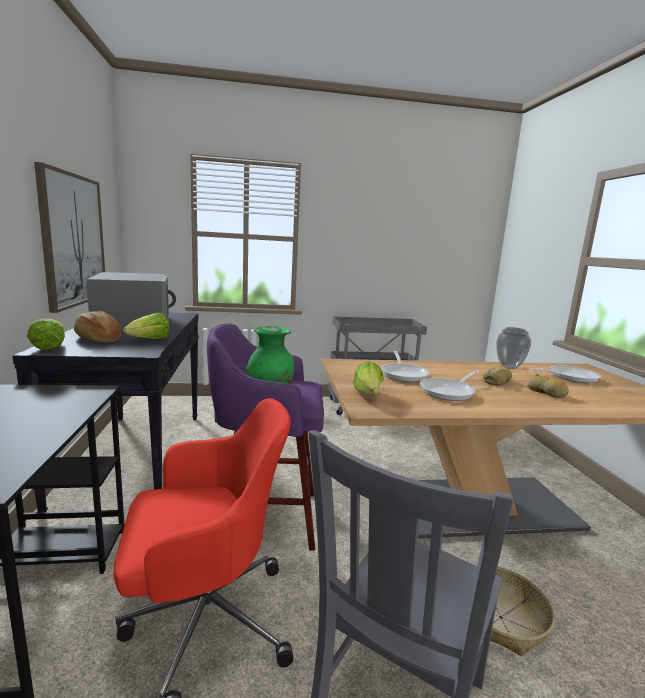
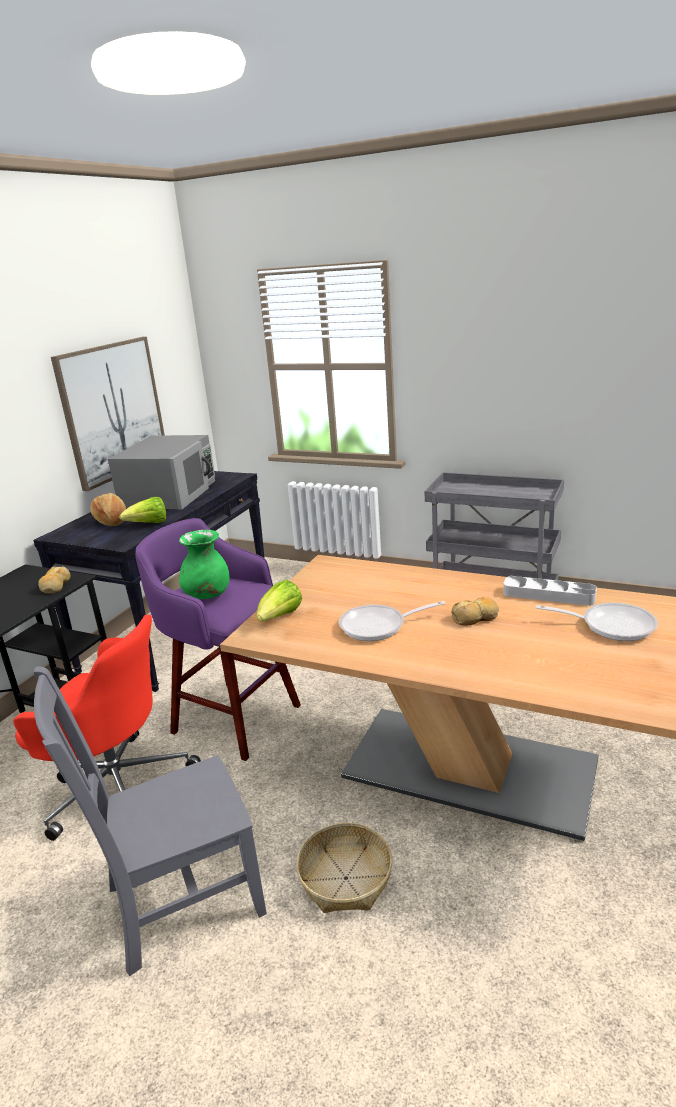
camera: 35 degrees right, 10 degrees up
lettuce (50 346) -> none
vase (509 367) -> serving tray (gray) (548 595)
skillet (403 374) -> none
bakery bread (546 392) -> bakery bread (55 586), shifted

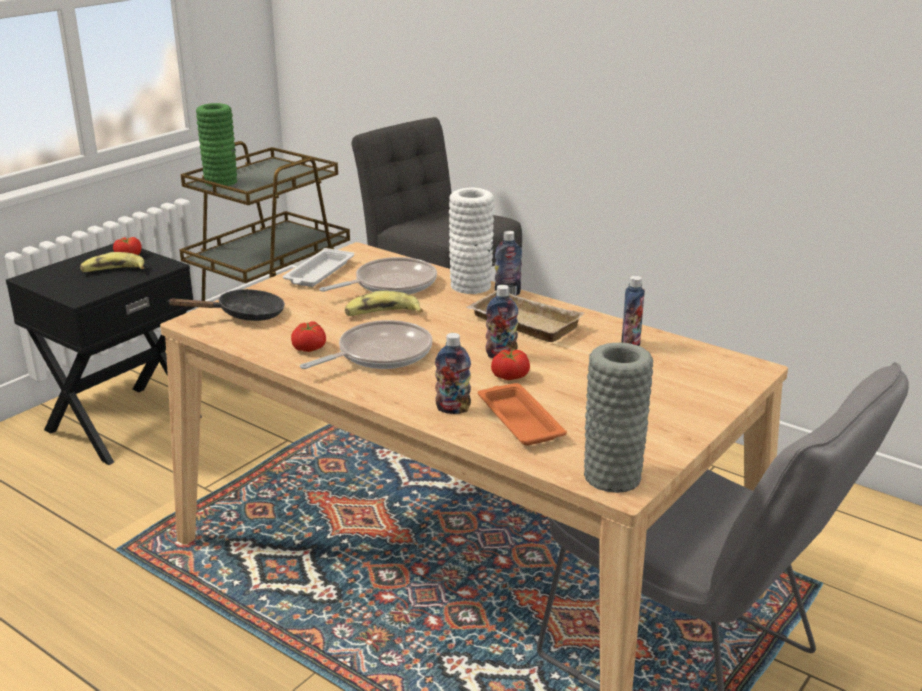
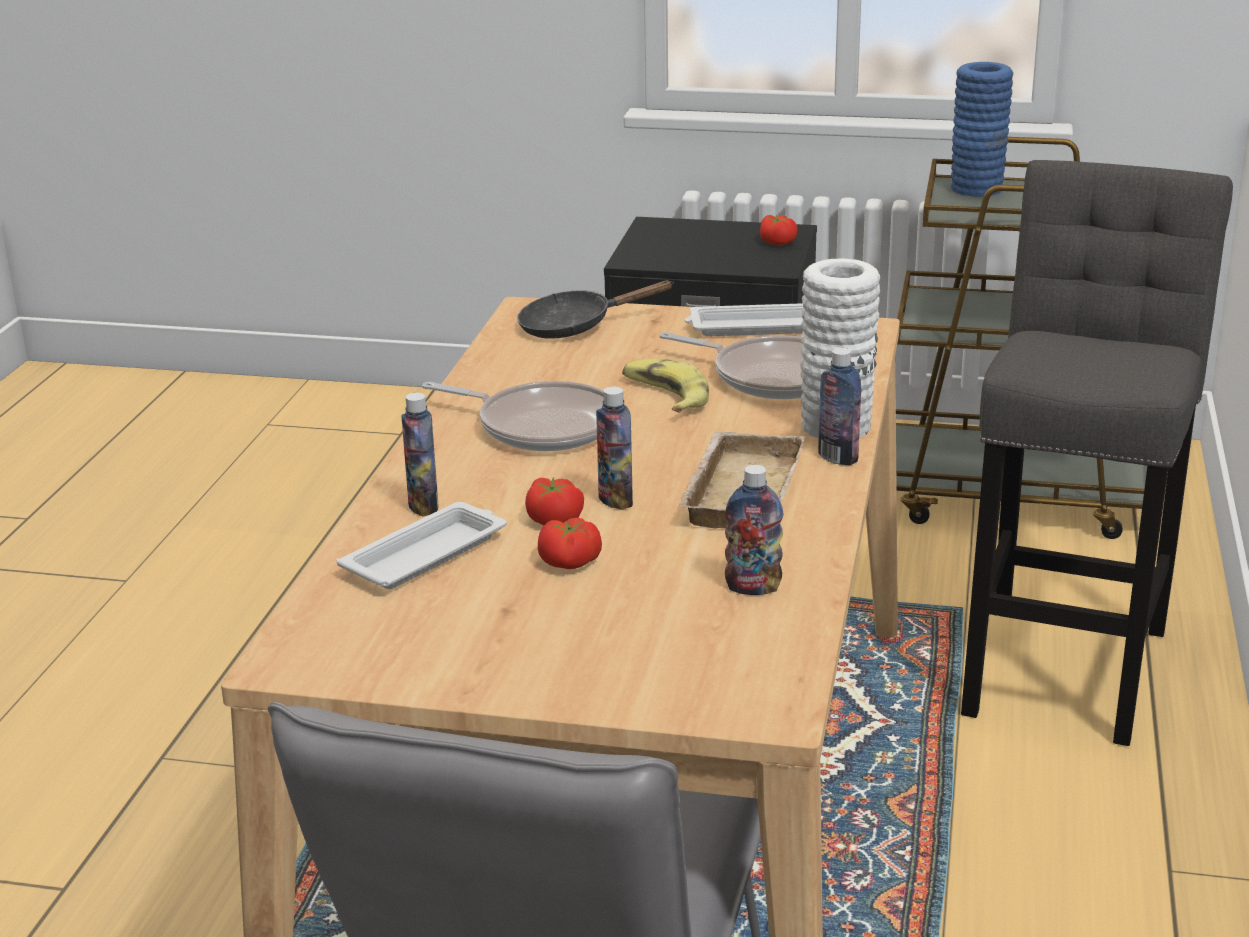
camera: 65 degrees right, 0 degrees up
vase (green-coloured) (221 182) -> vase (blue-coloured) (976 189)
banana fruit (113 271) -> none
skillet (black) (244 315) -> skillet (black) (575 326), 120 degrees clockwise
fresh tomato (310 348) -> fresh tomato (570 563), shifted
vase (gray) (612 476) -> none
serving tray (orange-coloured) (519 419) -> serving tray (white) (427 554)

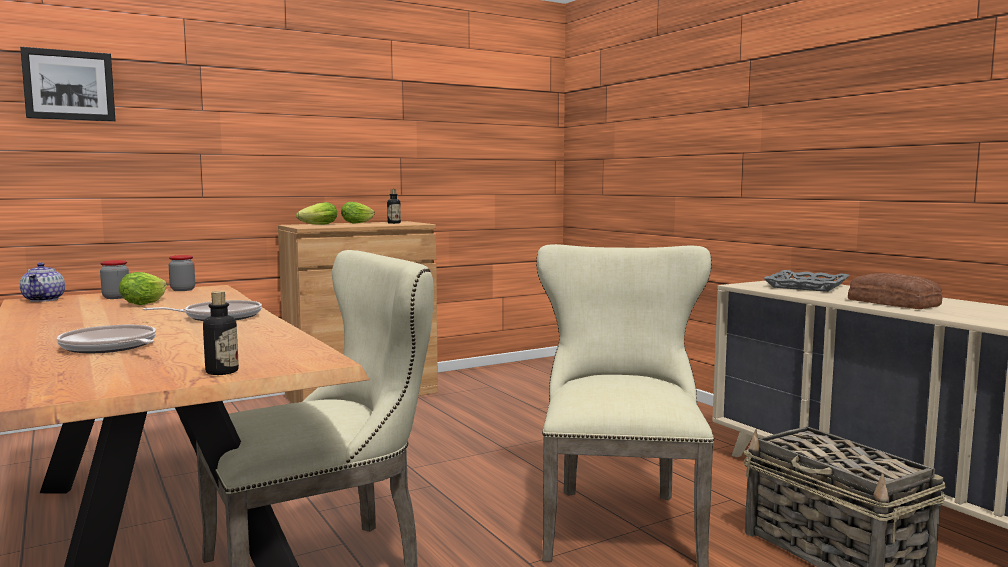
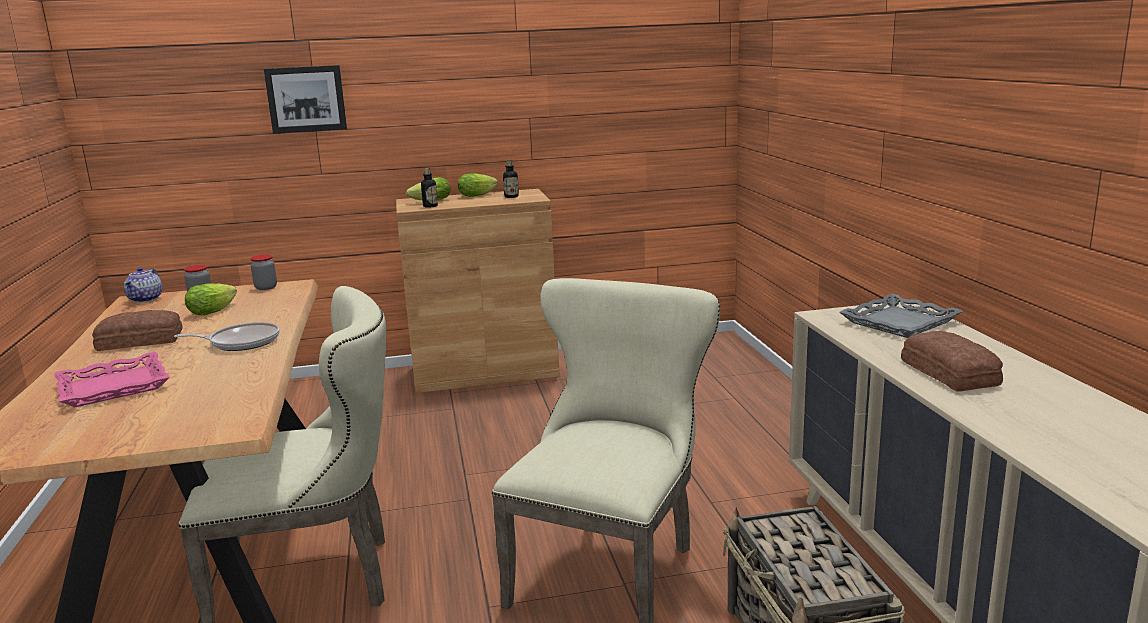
camera: 20 degrees right, 10 degrees up
wall art (69 85) -> wall art (306 99), shifted
beverage bottle (222 372) -> beverage bottle (430 206), shifted
skillet (110 347) -> serving tray (pink) (113 387)
none -> bakery bread (141 341)

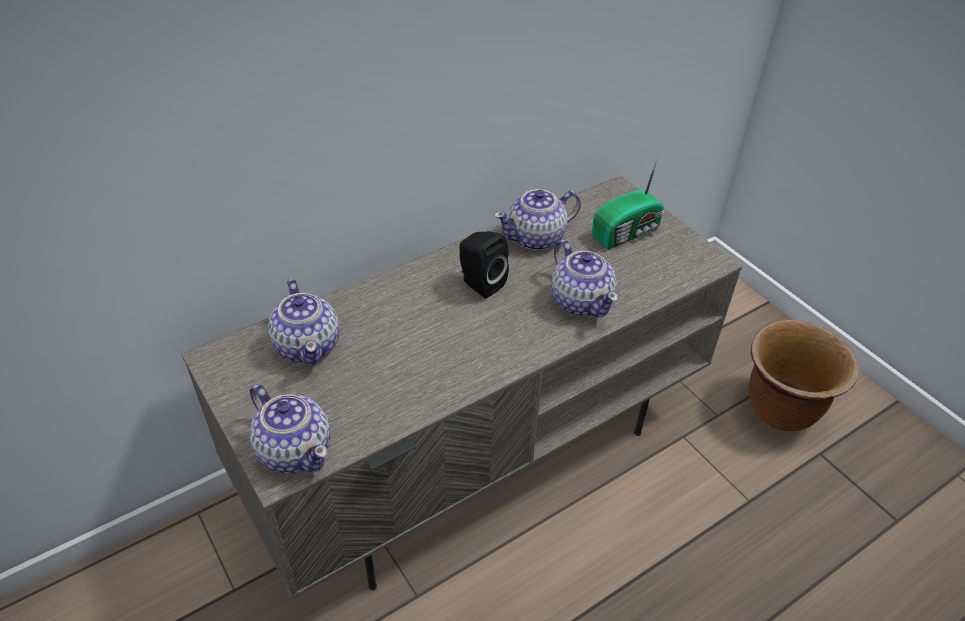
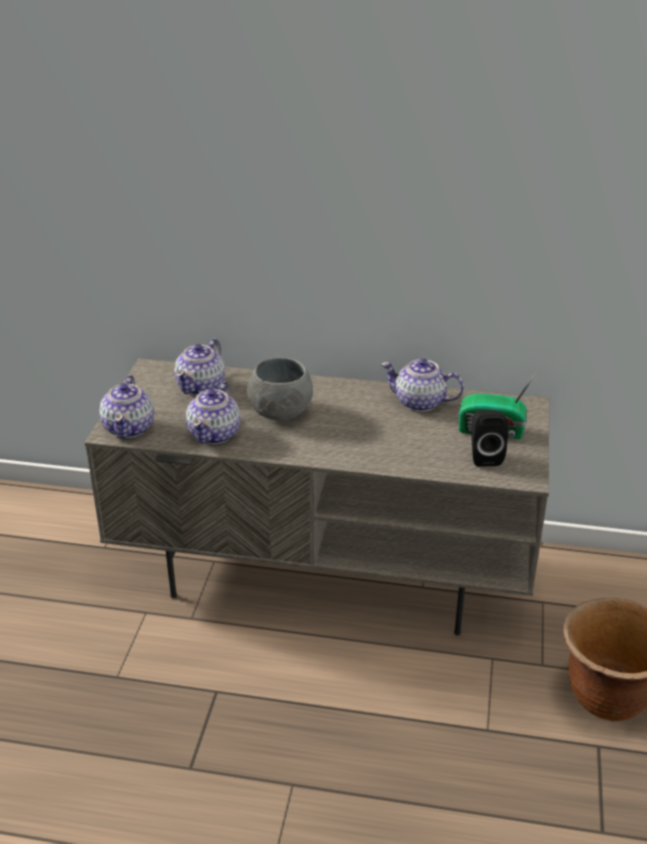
camera: 45 degrees right, 10 degrees down
audio speaker (black) (480 283) -> audio speaker (black) (484 456), shifted
teapot (581 301) -> teapot (215 434), shifted
none -> deep dish (gray) (280 412)

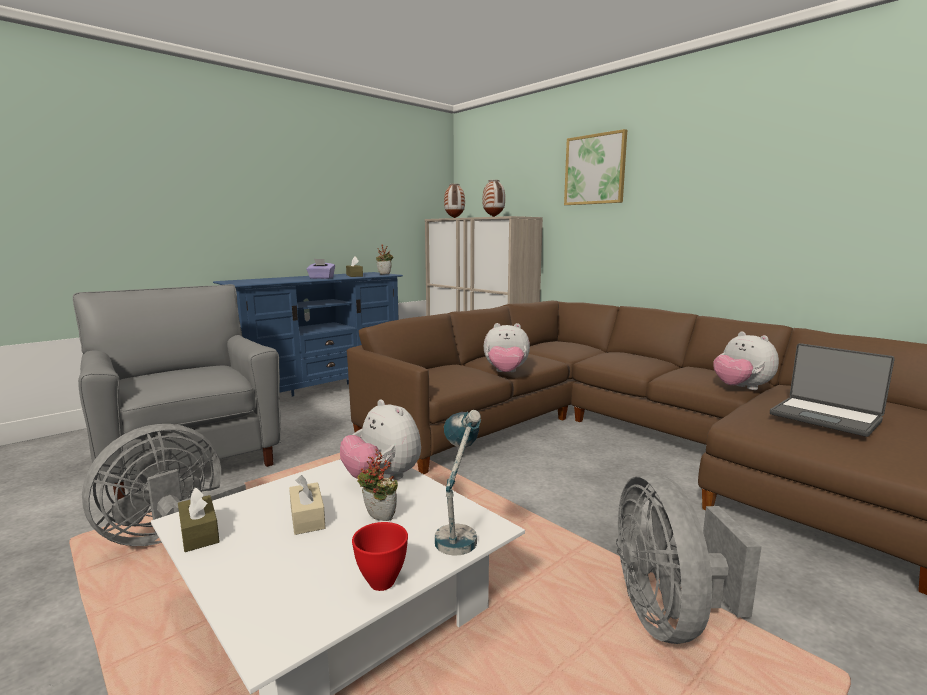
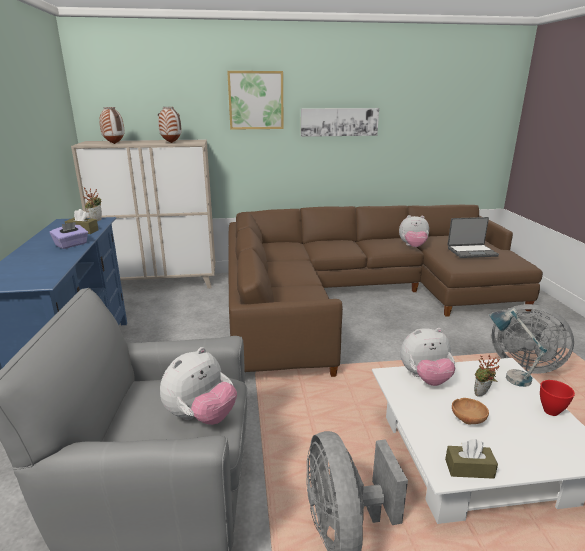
camera: 55 degrees left, 10 degrees up
cuddly toy (506 373) -> cuddly toy (201 417), shifted
tissue holder (beige) (307 518) -> deep dish (brown-coloured) (468 419)
none -> wall art (339 122)

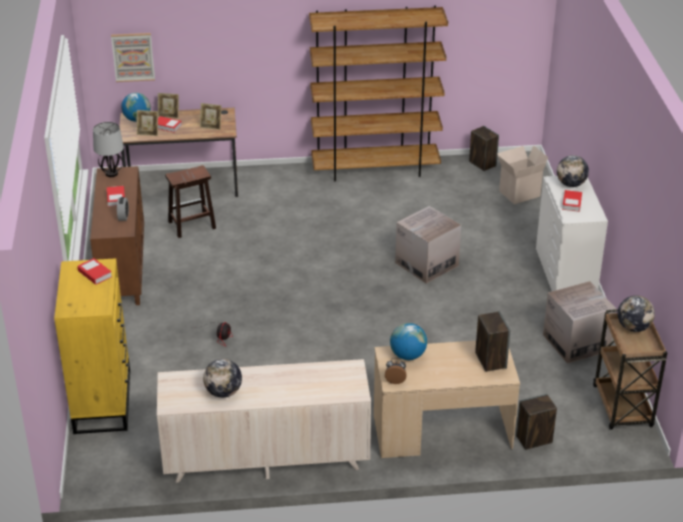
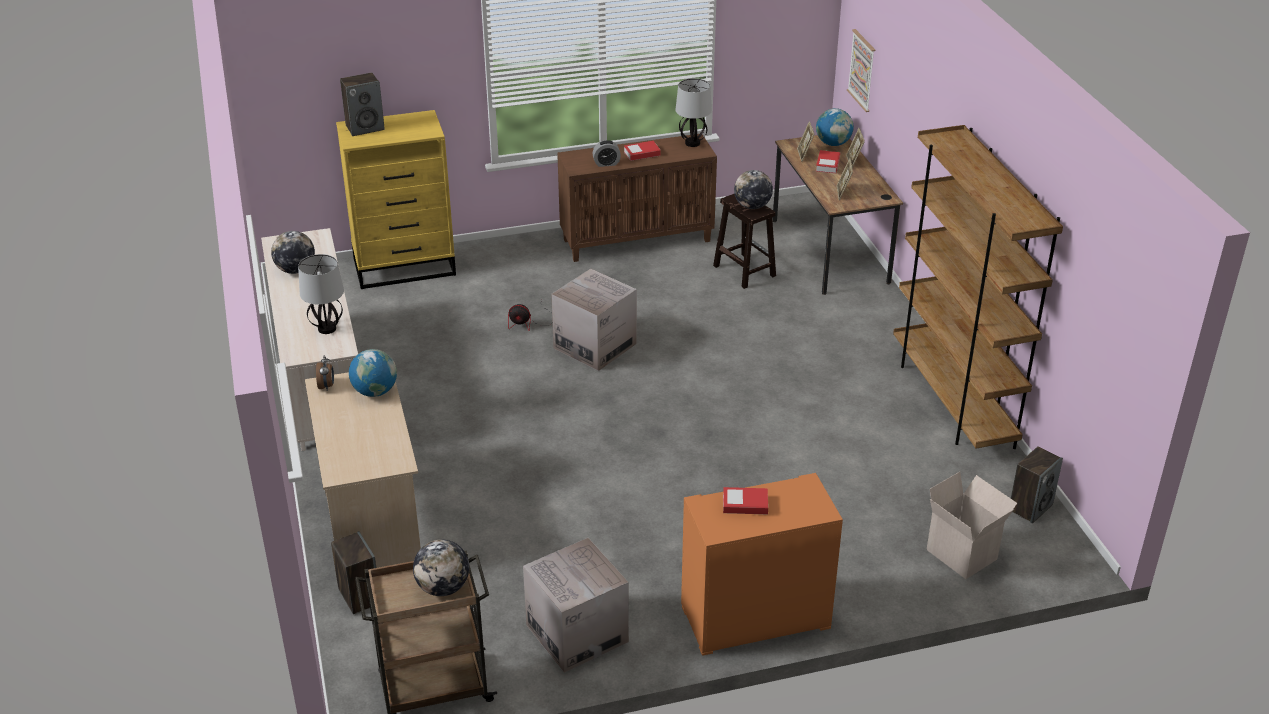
camera: 80 degrees right, 0 degrees up
desk globe (571 184) -> desk globe (752 206), shifted
chest of drawers (white) (566 272) -> chest of drawers (orange-coloured) (755 618)
packing box (426 264) -> packing box (595 346), shifted
bound book (95 274) -> none
audio speaker (490 360) -> audio speaker (365 127), shifted
none -> lamp for a table (327 329)

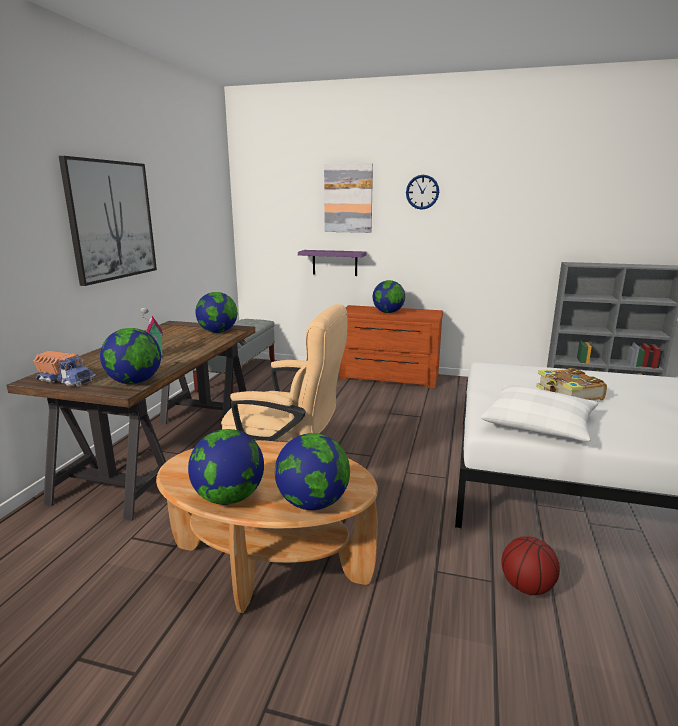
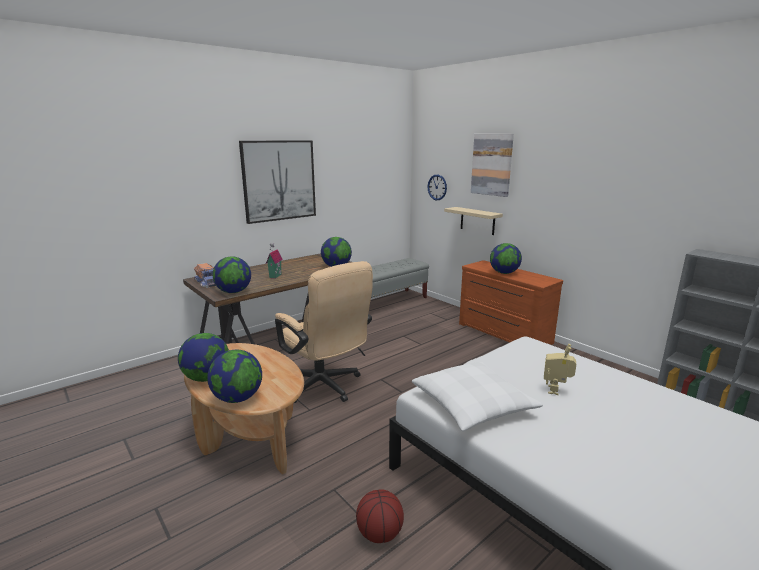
camera: 35 degrees right, 0 degrees up
hanging clock (422 192) -> hanging clock (437 187), shifted
shelf (purplish) (334 262) -> shelf (beige) (477 221)
bound book (569 394) -> robot figure (556 390)

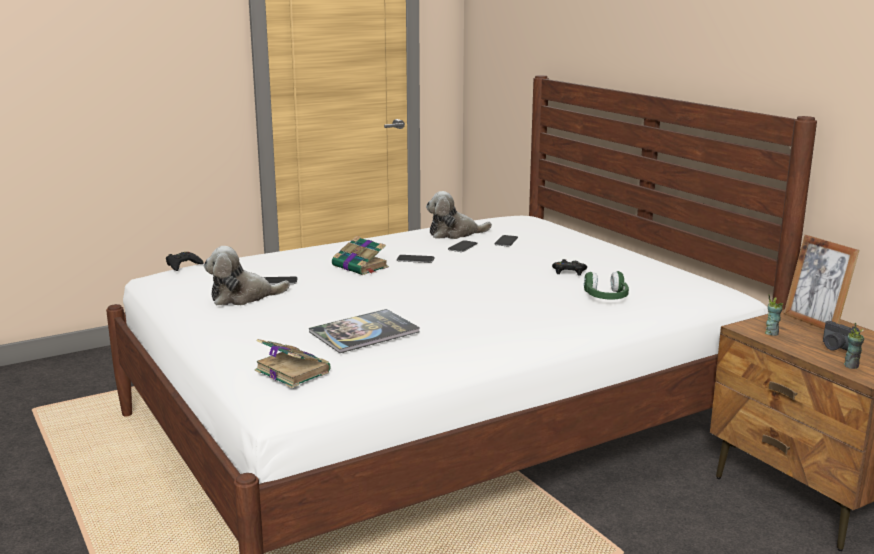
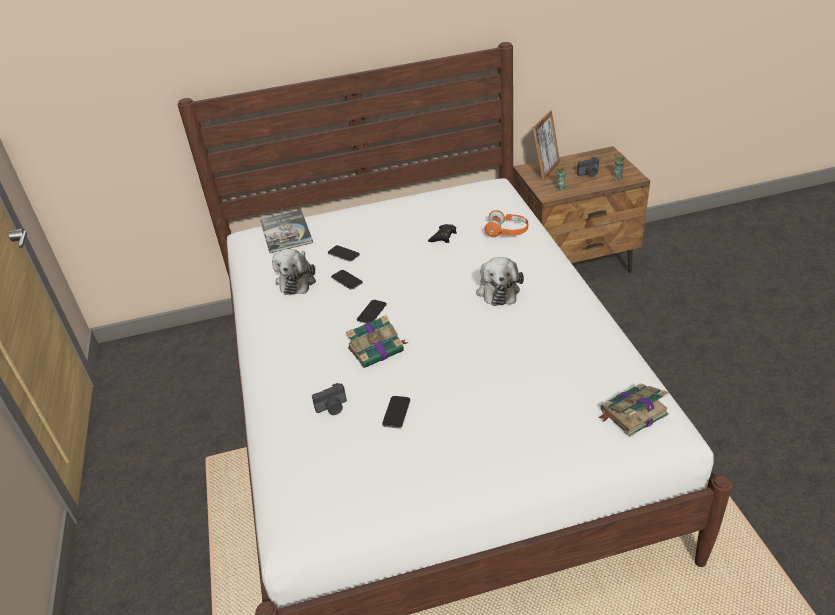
camera: 70 degrees left, 20 degrees up
standing frame (814 322) -> standing frame (546 170), 45 degrees counterclockwise
cuddly toy (243 297) -> cuddly toy (498 290), shifted
joypad (black) (183 265) -> none
headset (green-coloured) (606 297) -> headset (orange-coloured) (507 231)
bound book (364 332) -> bound book (286 232), shifted
none -> photo camera (332 408)

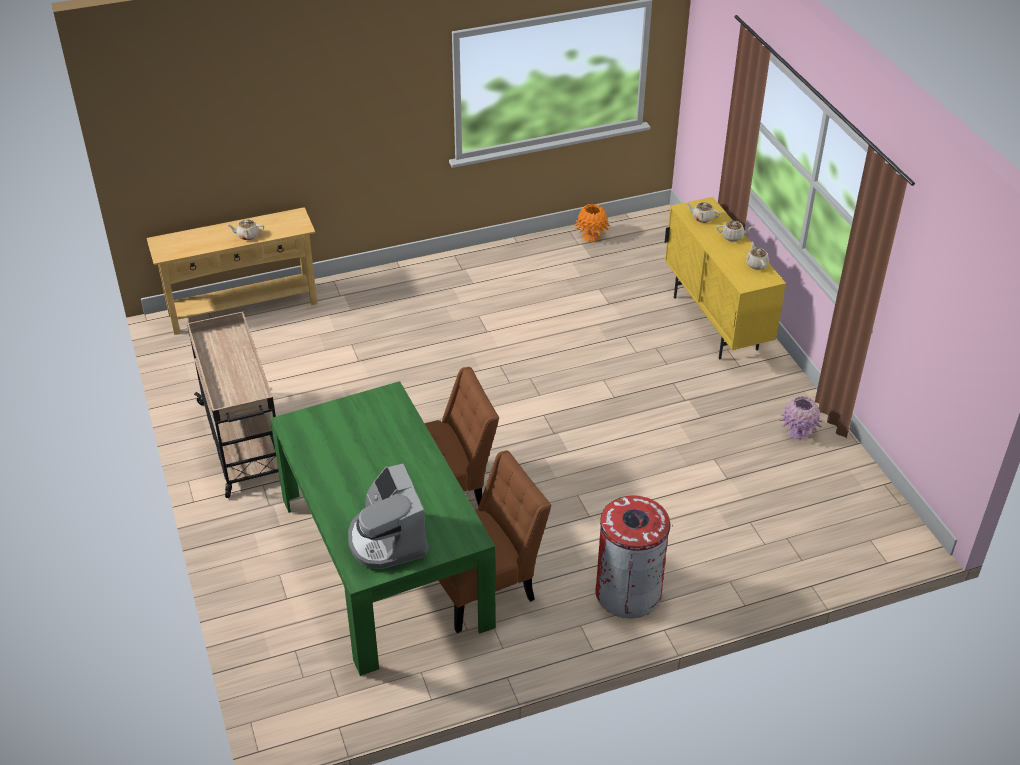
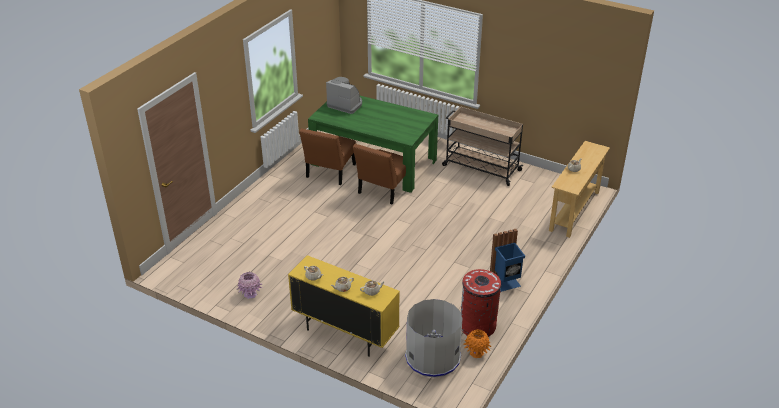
camera: 140 degrees right, 5 degrees down
rubbish bin (red-coloured) (628 592) -> rubbish bin (red-coloured) (477 326), shifted
none -> rubbish bin (blue-coloured) (505 283)
none -> rubbish bin (gray) (433 357)

